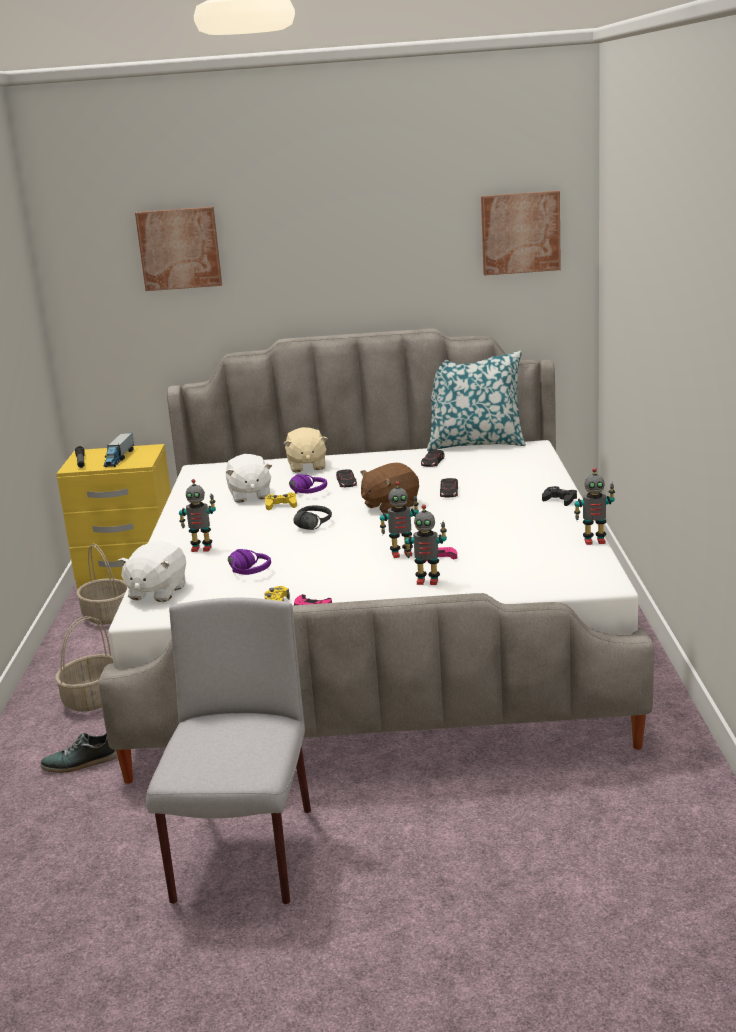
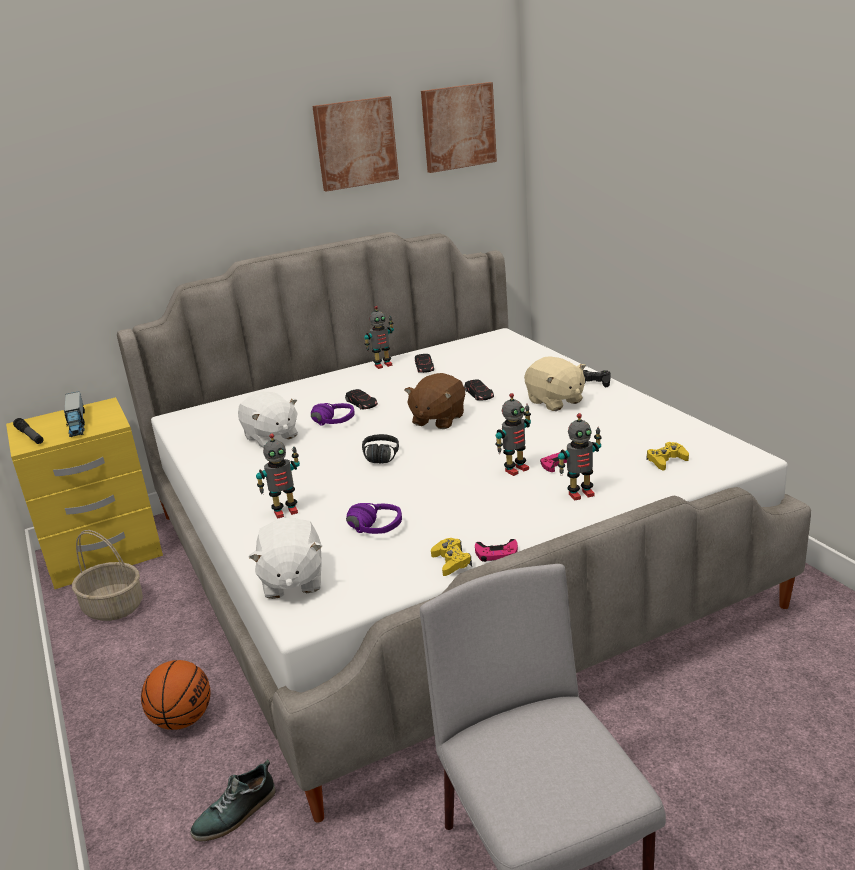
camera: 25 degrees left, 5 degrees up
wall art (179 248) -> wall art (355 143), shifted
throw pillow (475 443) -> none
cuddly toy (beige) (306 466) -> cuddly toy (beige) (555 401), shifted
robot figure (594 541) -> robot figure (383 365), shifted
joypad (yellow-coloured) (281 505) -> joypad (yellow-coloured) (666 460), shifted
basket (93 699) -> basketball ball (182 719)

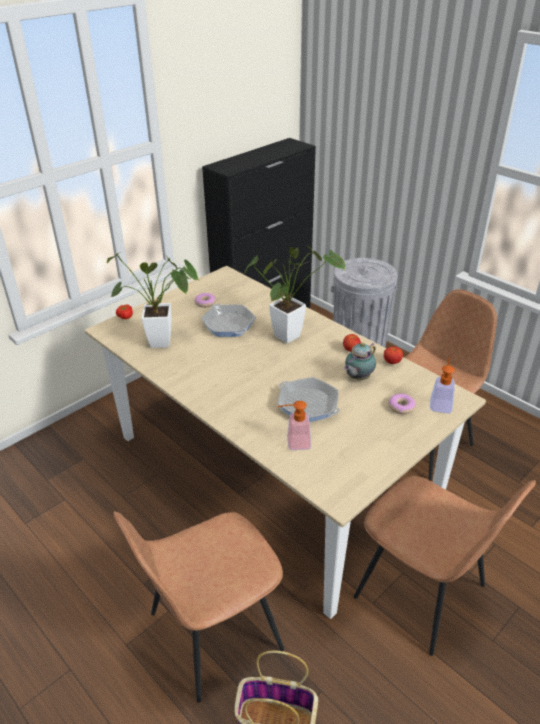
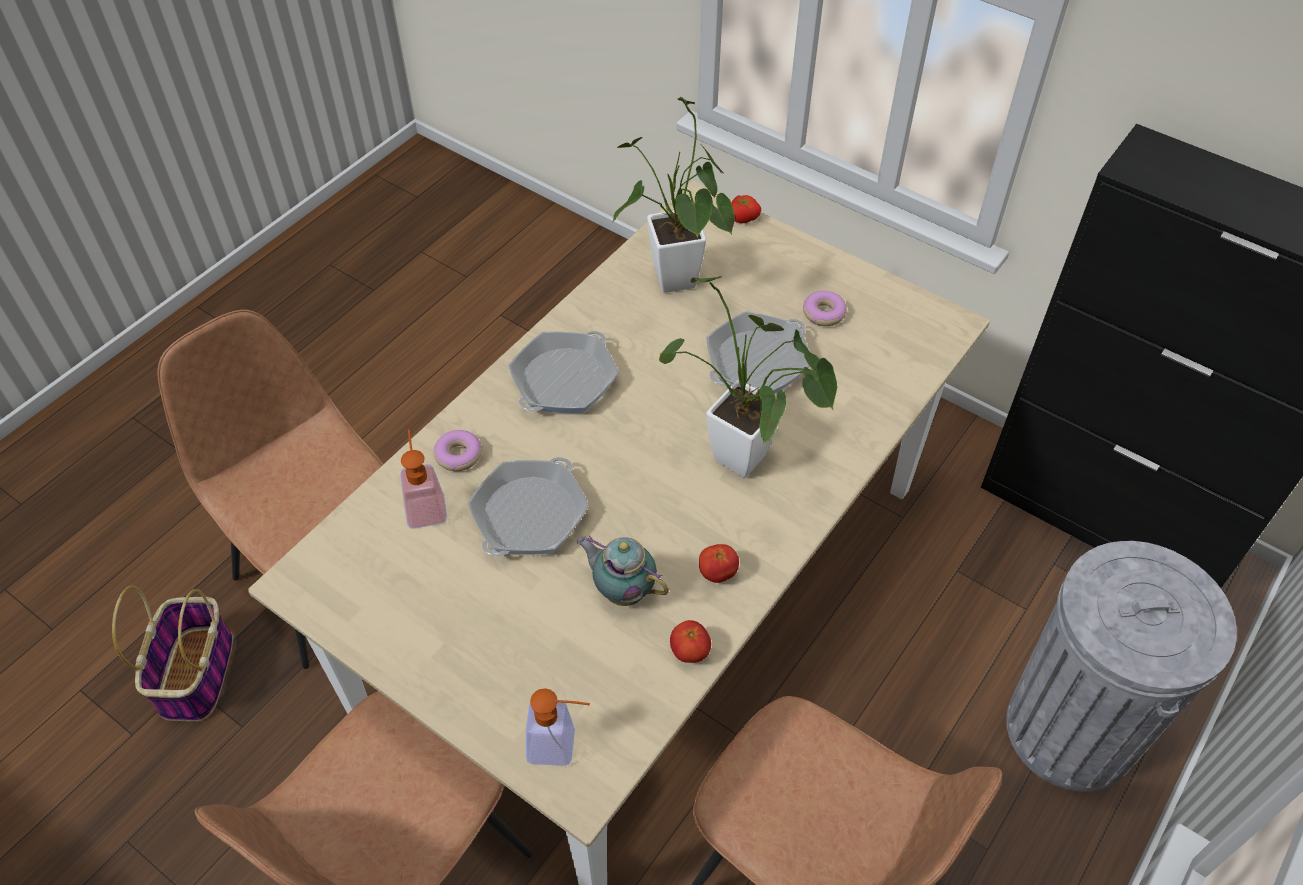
camera: 80 degrees right, 15 degrees up
donut (401 407) -> donut (459 455), shifted
none -> skillet (564 380)

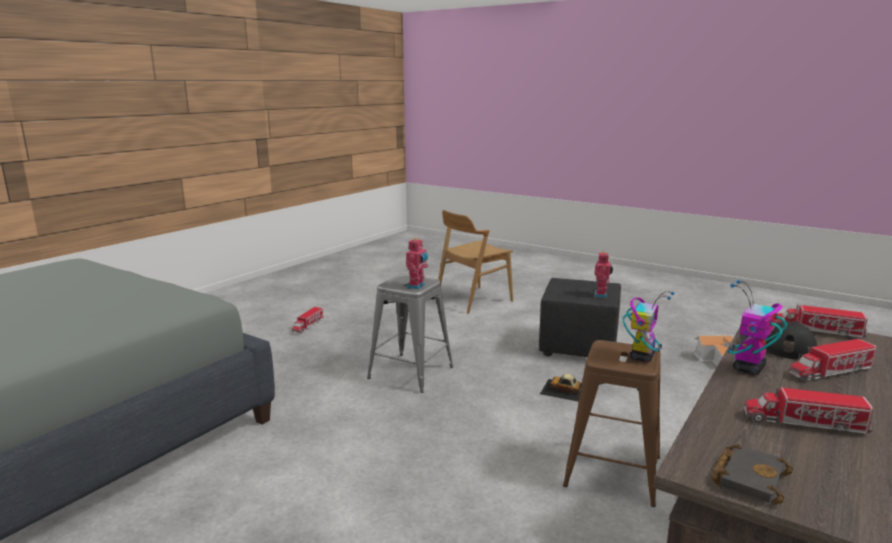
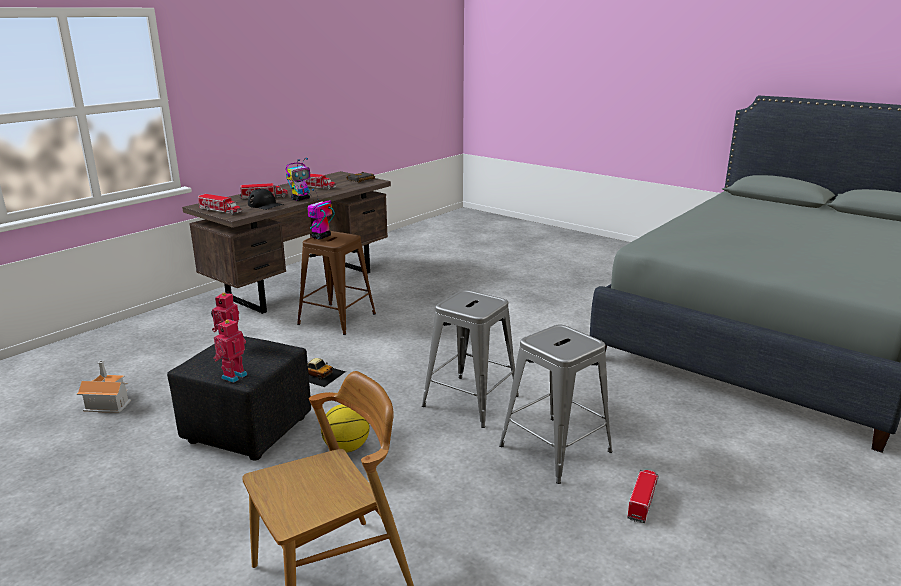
camera: 175 degrees left, 5 degrees up
robot figure (417 286) -> robot figure (233 376), shifted
none -> stool seat (gray) (555 448)
none -> basketball ball (346 448)

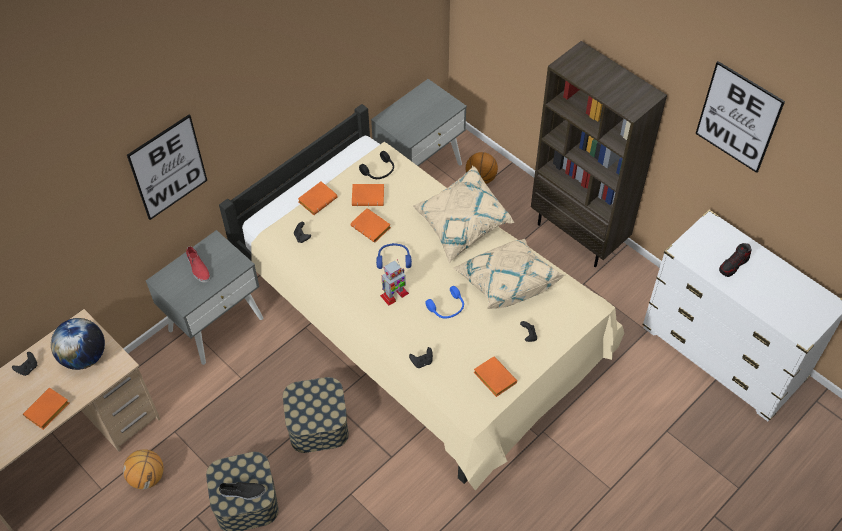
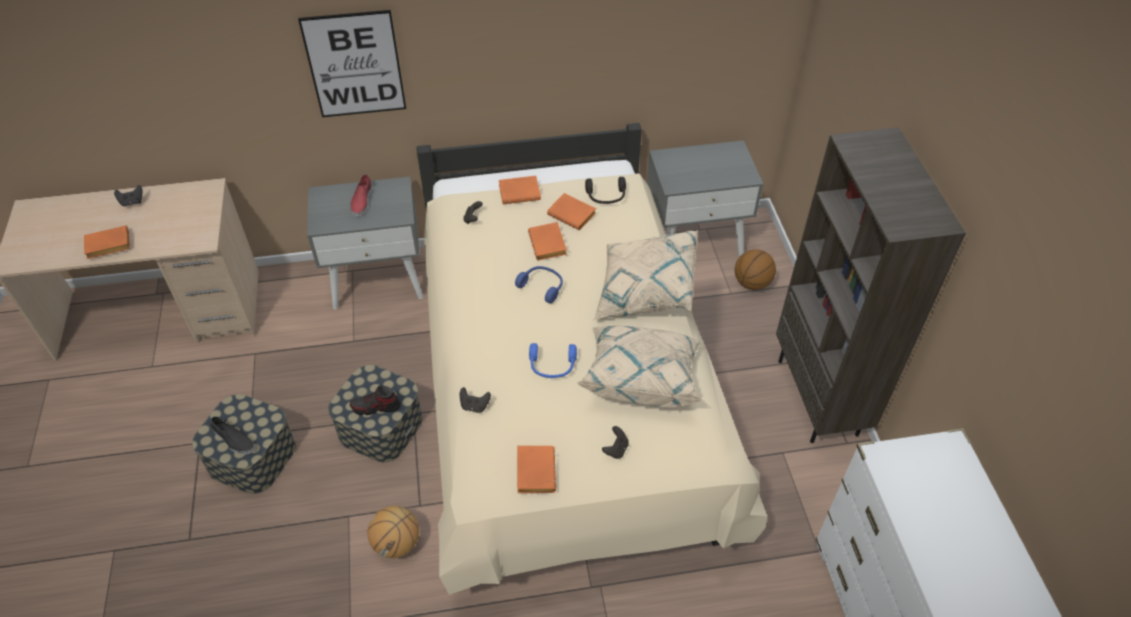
camera: 35 degrees right, 5 degrees down
wall art (738 117) -> none
low shoe (733 265) -> low shoe (376 407), shifted
robot figure (394 295) -> none
desk globe (84 357) -> none
basketball ball (147 477) -> basketball ball (397 543), shifted

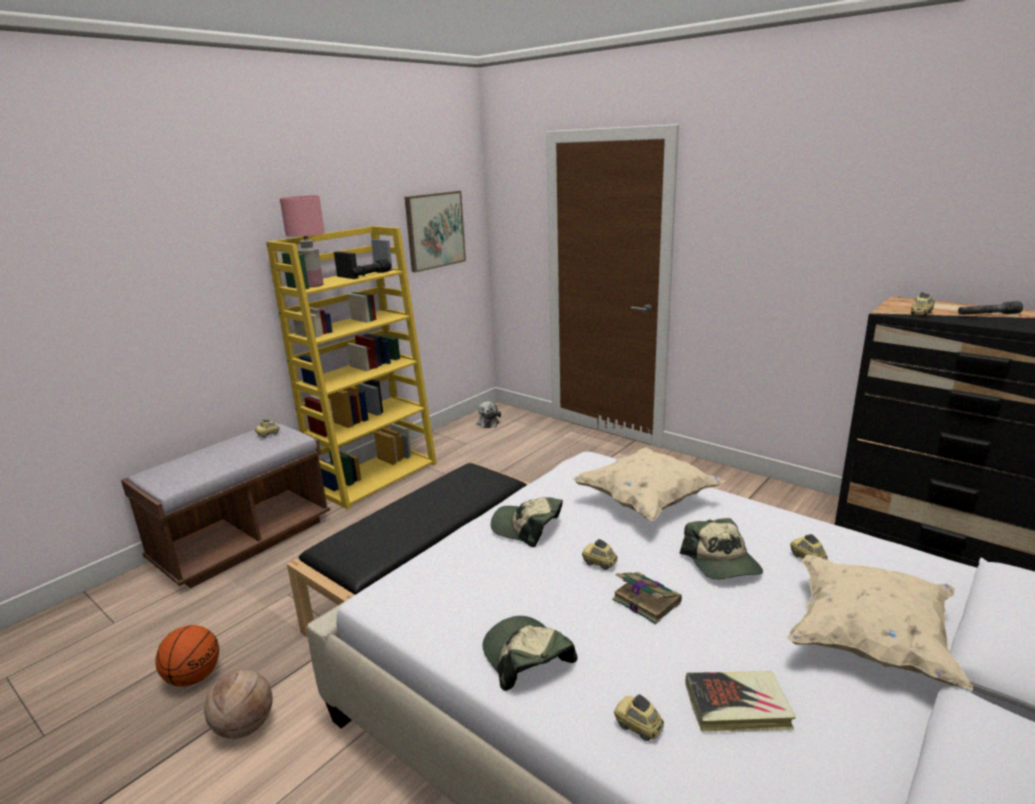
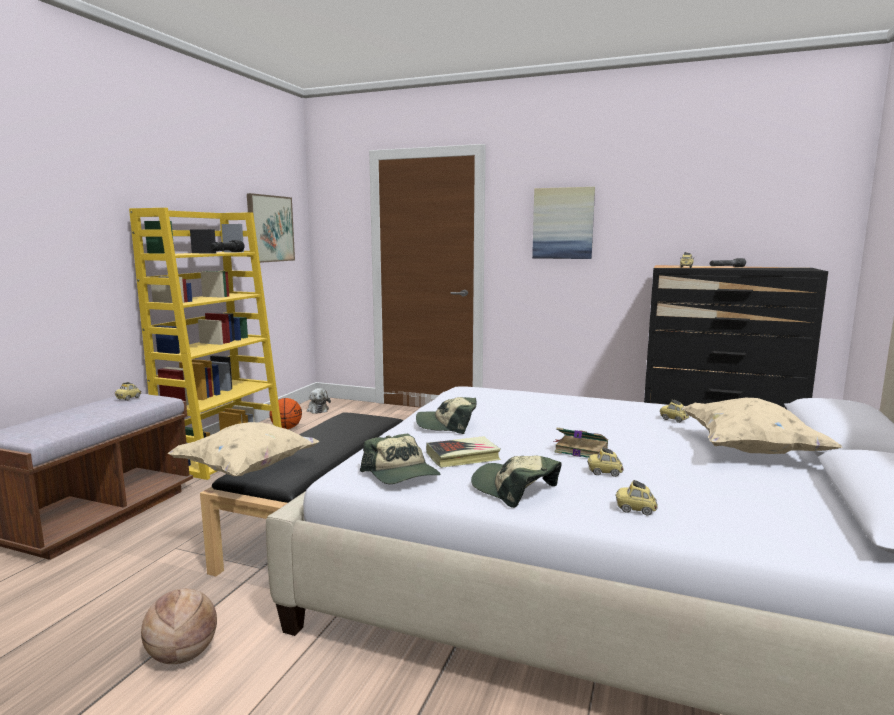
camera: 20 degrees left, 10 degrees down
lamp for a table (pink) (312 285) -> none
throw pillow (beige) (647 502) -> throw pillow (beige) (247 470), shifted
baseball cap (722 563) -> baseball cap (402 474), shifted
toy car (599 563) -> toy car (604 472), shifted
basketball ball (194 676) -> basketball ball (286 428), shifted
bound book (737 706) -> bound book (463 457), shifted
none -> wall art (563 223)

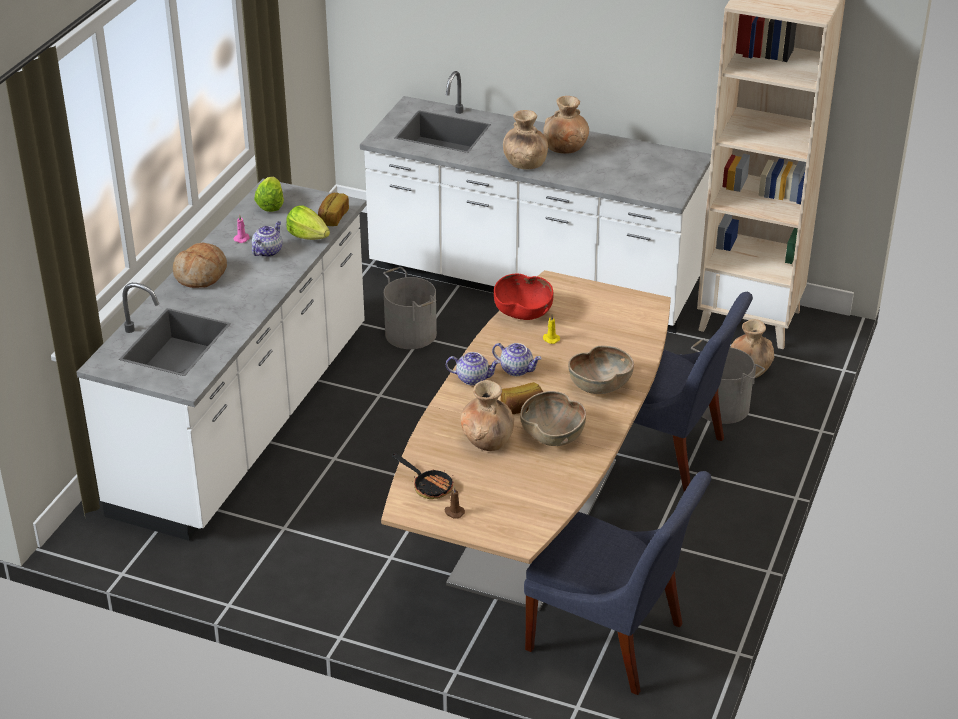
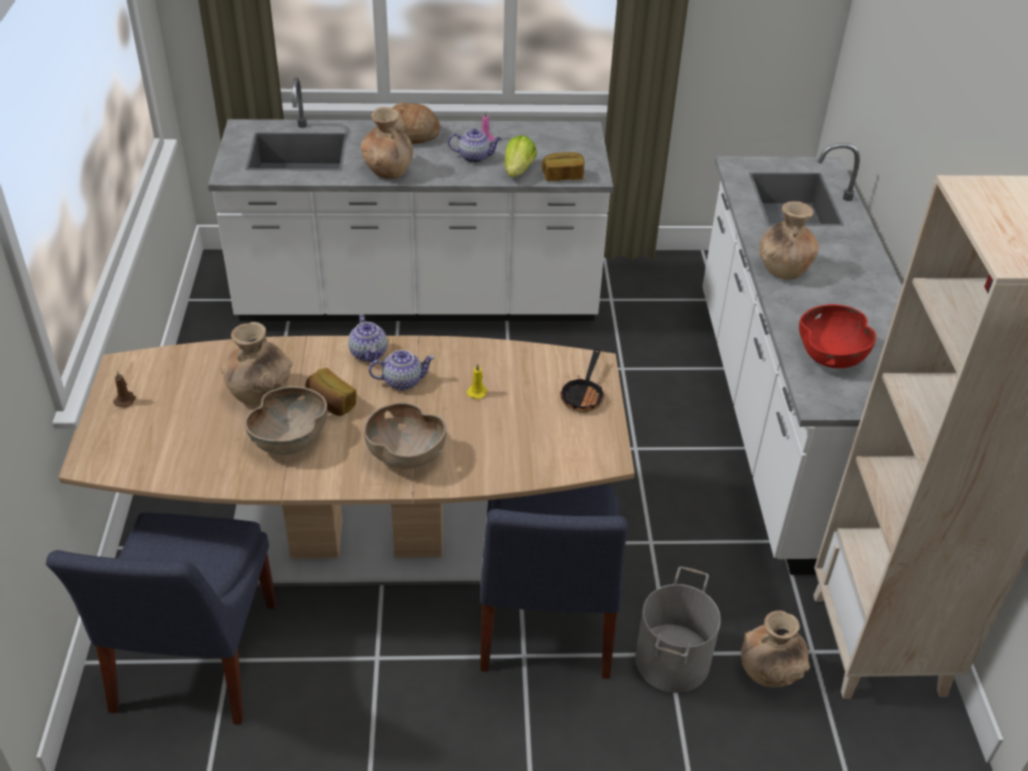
camera: 65 degrees right, 5 degrees up
vase (brown-coloured) (565 148) -> vase (brown-coloured) (388 171), shifted
lettuce (271 205) -> none
bucket (gray) (411 333) -> none
deep dish (red-coloured) (523 312) -> deep dish (red-coloured) (831 355), shifted
teapot (517 369) -> teapot (403 381), 105 degrees counterclockwise
skillet (428 485) -> skillet (584 395), shifted

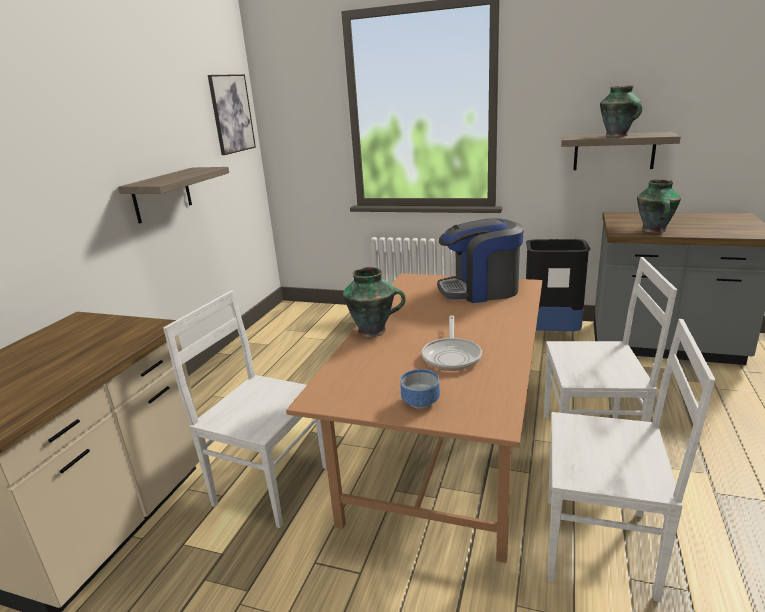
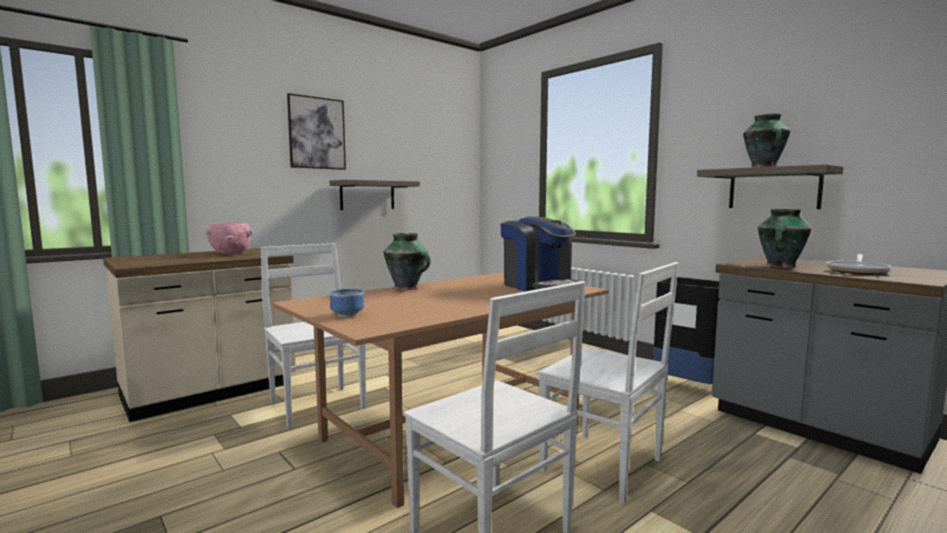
camera: 30 degrees right, 15 degrees down
wall art (231 114) -> wall art (317 133), shifted
coffee maker (480 290) -> coffee maker (538 286), 150 degrees counterclockwise
skillet (452 356) -> skillet (857 271), shifted
none -> deep dish (pink) (231 253)

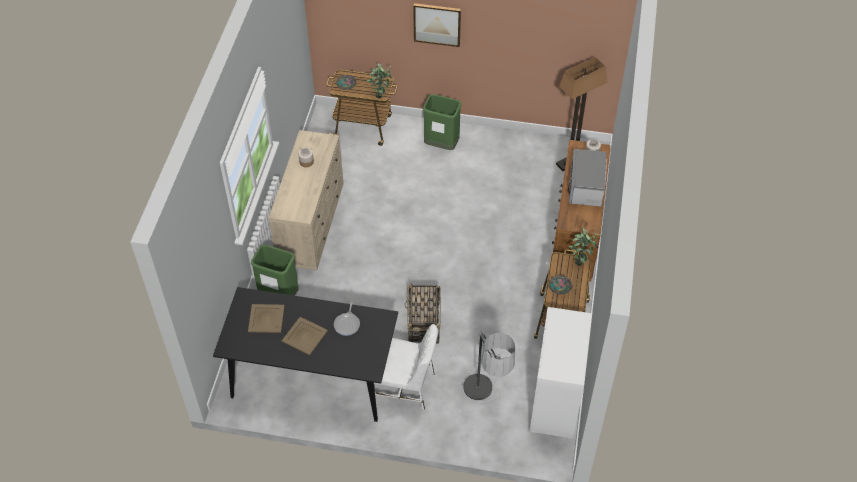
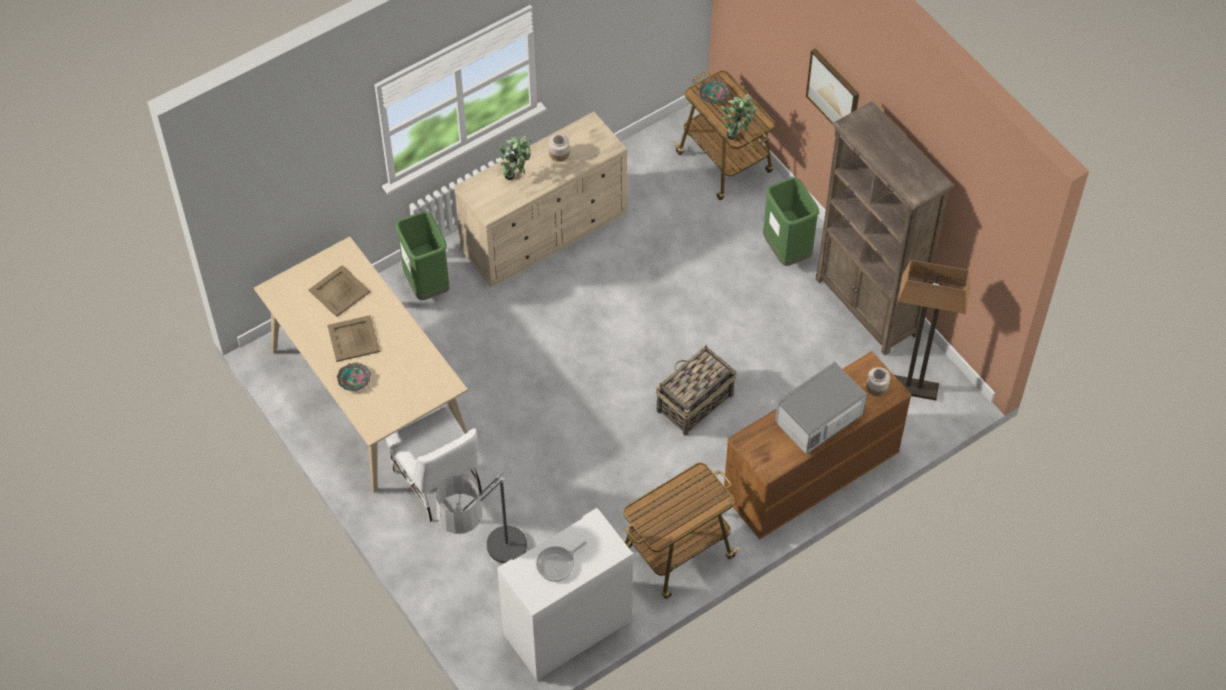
camera: 45 degrees right, 5 degrees up
plant in a pot (580 260) -> plant in a pot (516 175), shifted
deep dish (559 287) -> deep dish (354 379), shifted
basket (423 323) -> basket (694 403), shifted
kitchen table (black) (312 375) -> kitchen table (beige) (368 393)
skillet (347 324) -> skillet (557 564), shifted
none -> shelving unit (brown-coloured) (867 307)

